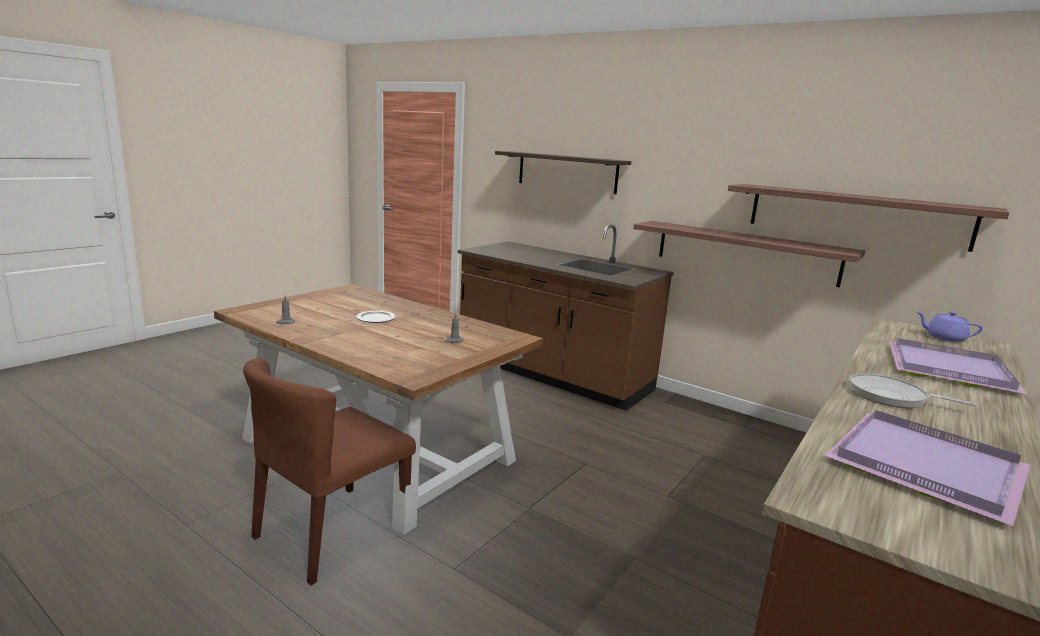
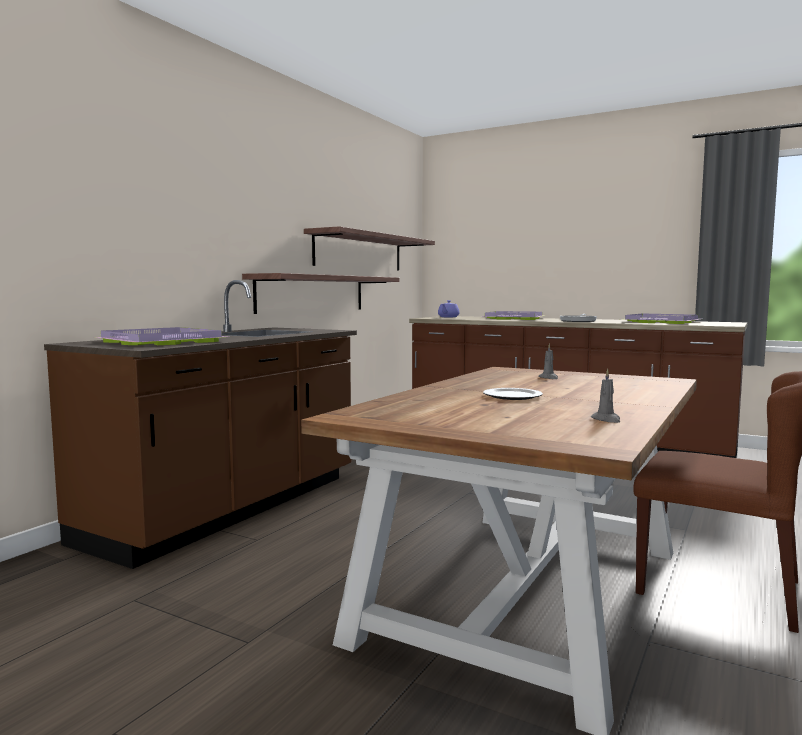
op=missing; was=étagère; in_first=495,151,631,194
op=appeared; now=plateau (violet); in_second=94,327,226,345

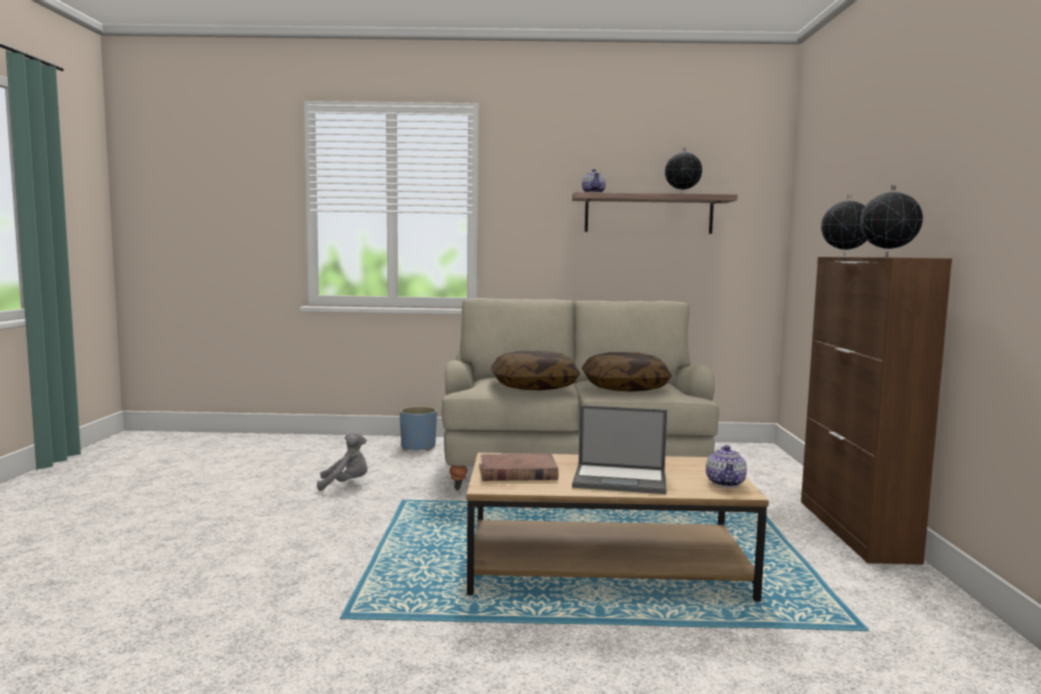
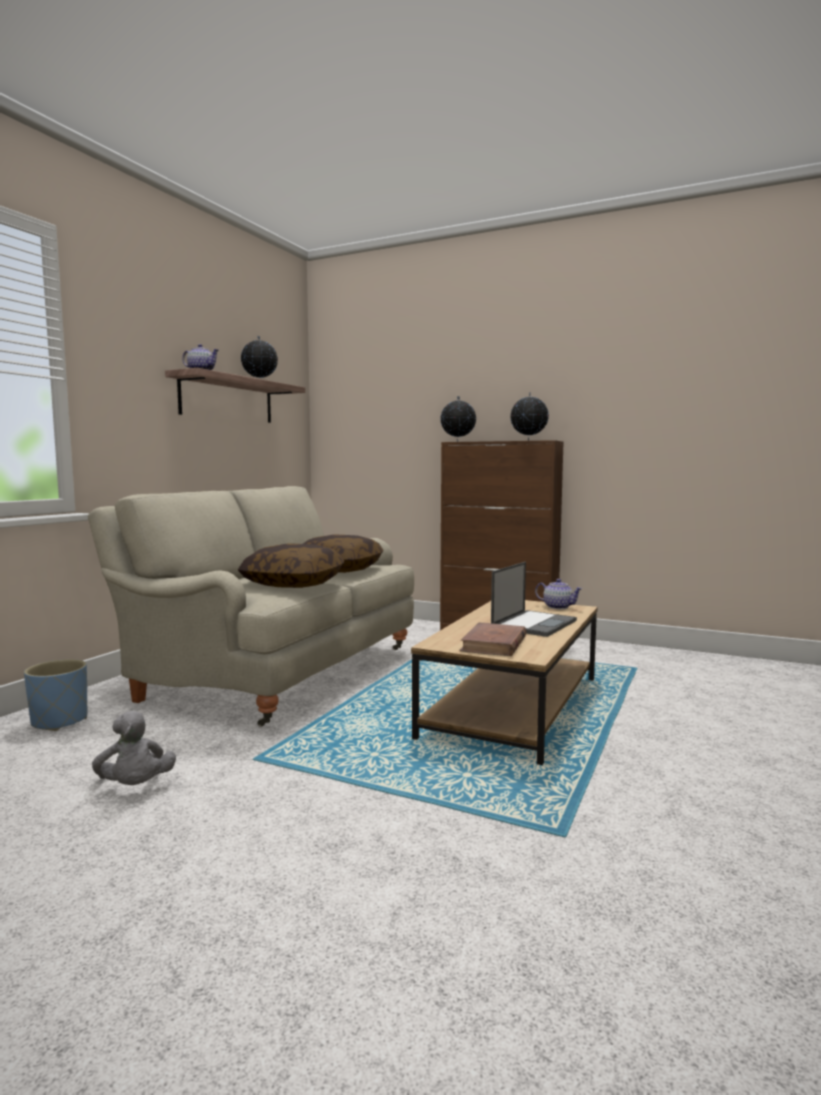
op=spun; was=peluche (gris); in_first=317,431,368,491; in_second=92,711,176,785; clockwise=135

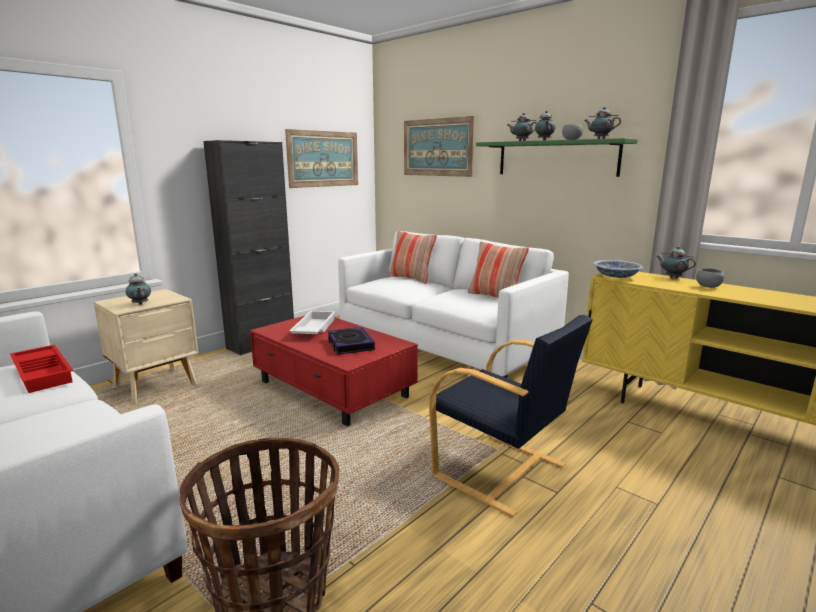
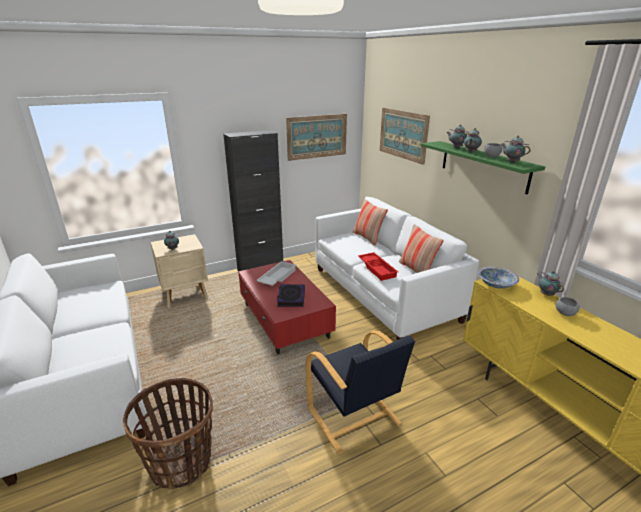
op=relocated; was=plateau (rouge); in_first=10,345,73,393; in_second=358,252,398,281

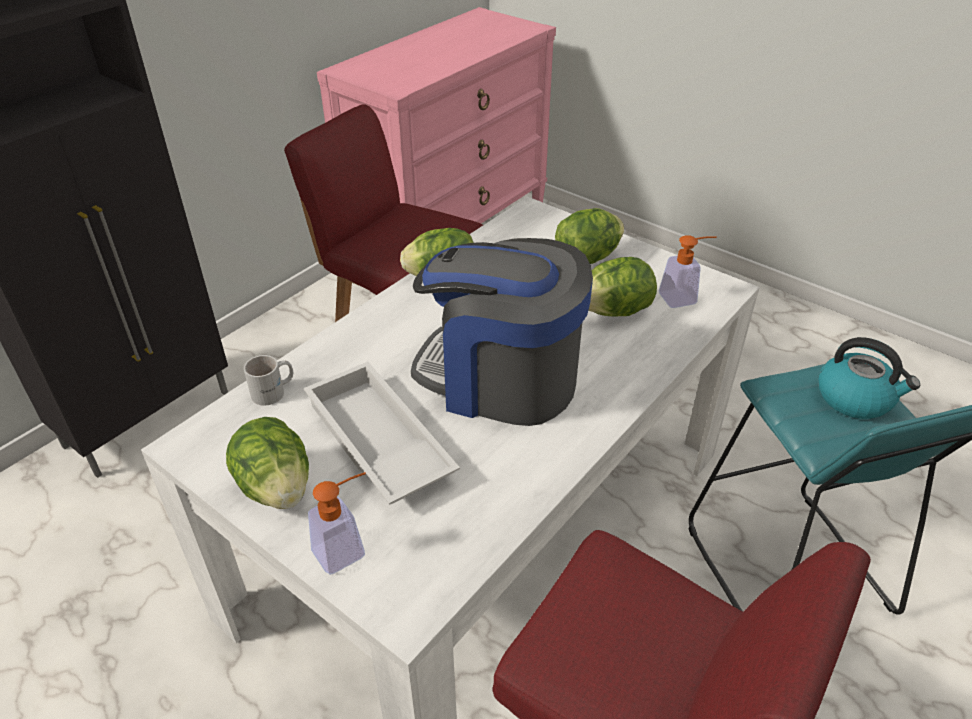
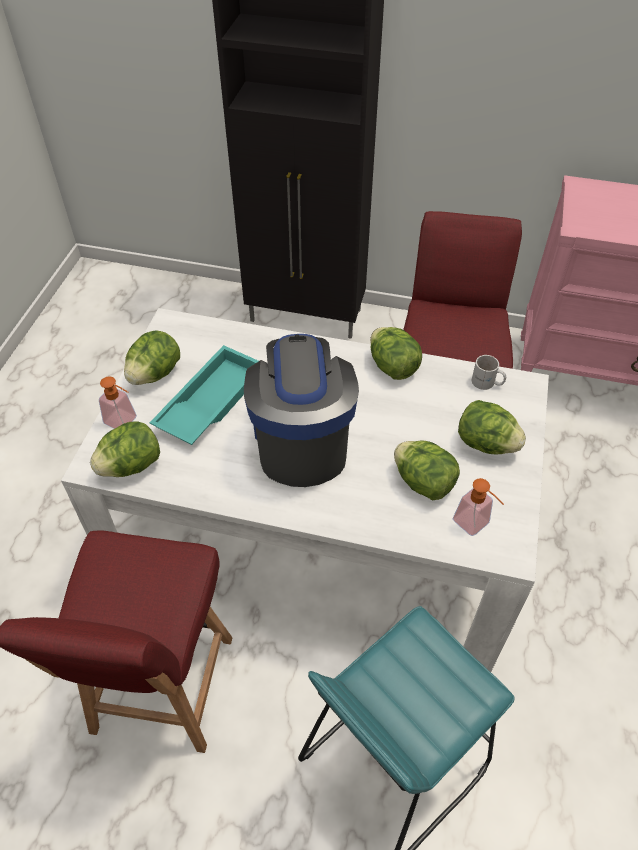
op=missing; was=bouilloire; in_first=818,337,920,419
op=appeared; now=laitue; in_second=90,421,160,477
op=relocated; was=mug (blanc); in_first=244,355,293,406; in_second=472,355,506,390
op=colour; was=plateau (blanc); now=plateau (turquoise); in_first=304,362,460,505; in_second=150,345,258,445

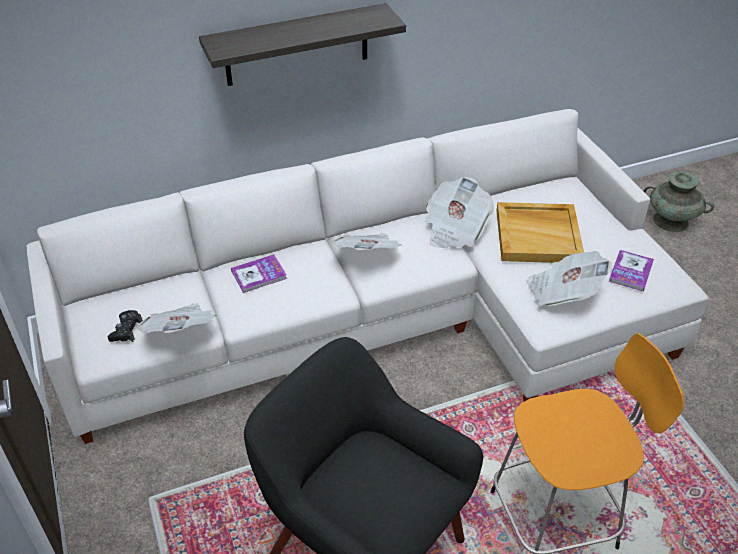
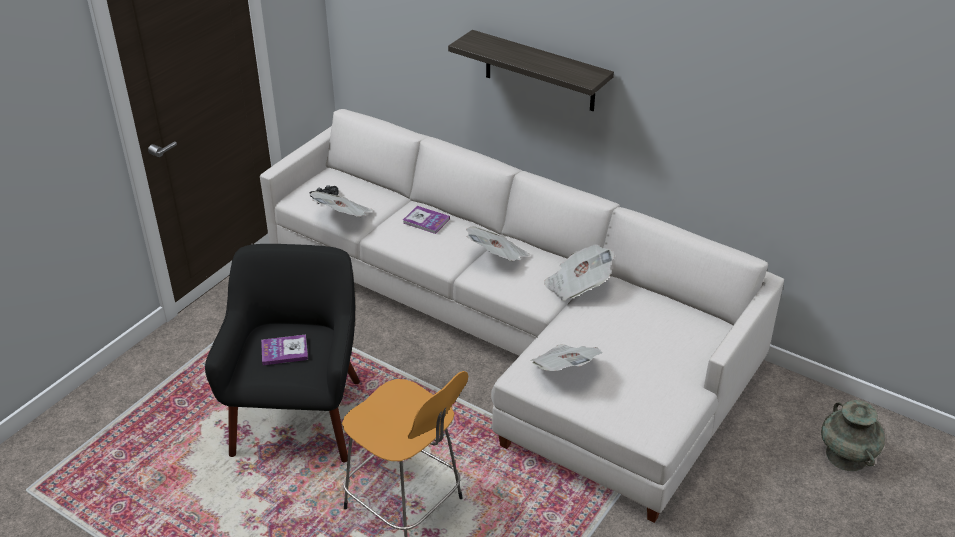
op=missing; was=plateau (beige); in_first=496,202,584,263
op=relocated; was=livre; in_first=609,250,654,292; in_second=261,334,308,365

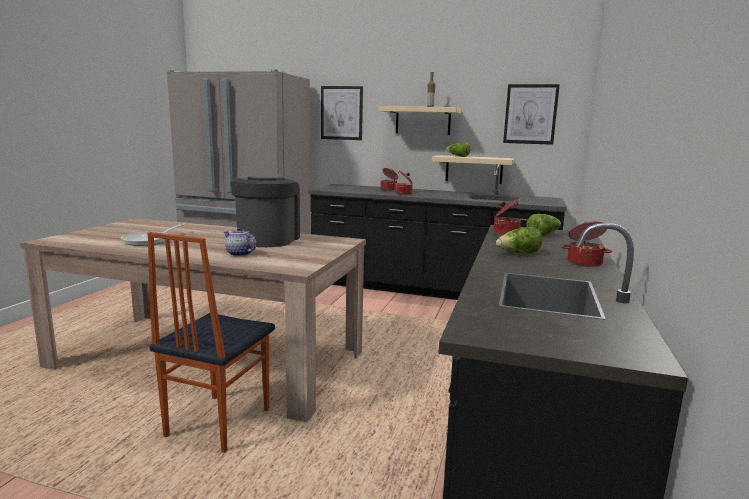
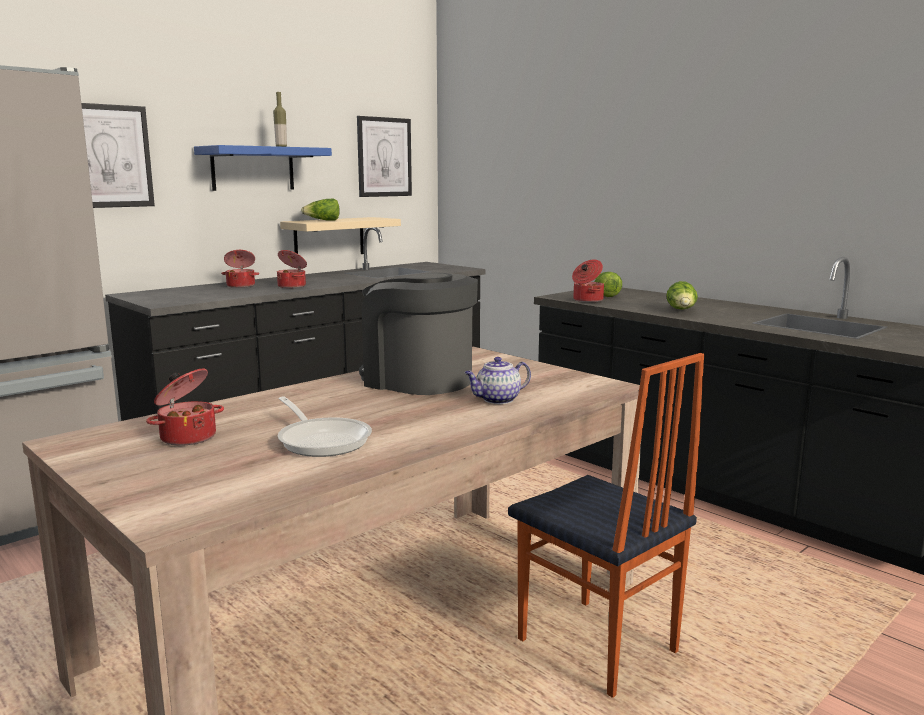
op=relocated; was=marmite; in_first=561,222,612,267; in_second=146,369,224,446
op=colour; was=étagère (beige); now=étagère (bleu); in_first=379,106,461,135; in_second=194,145,332,191

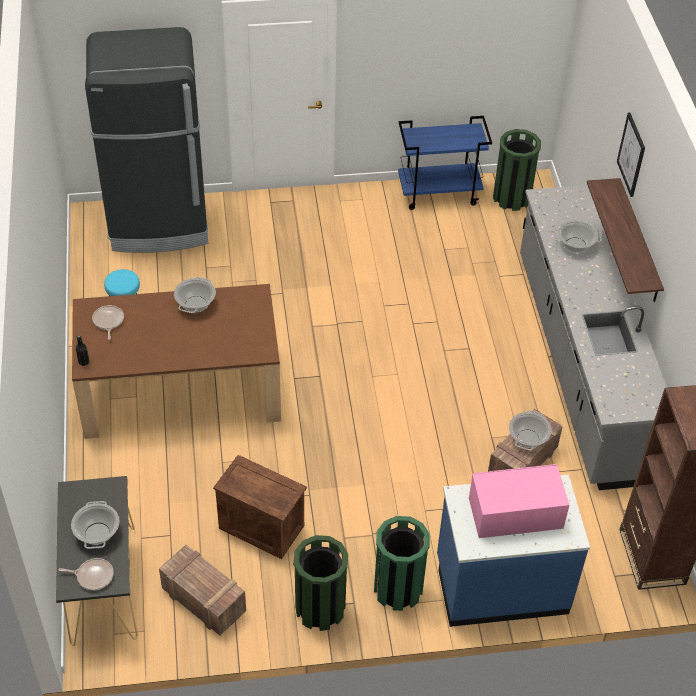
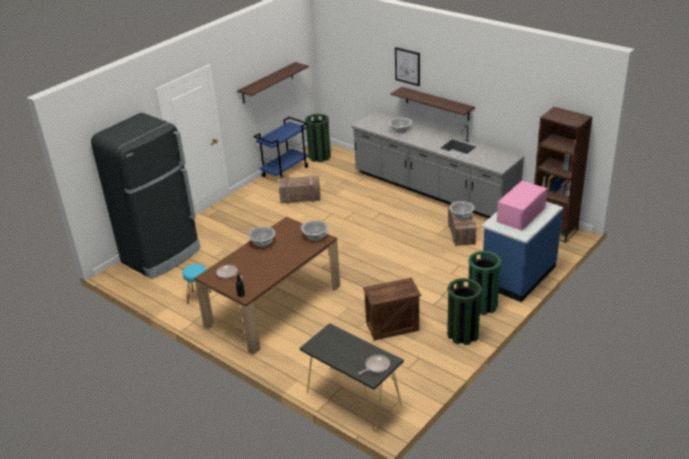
op=appeared; now=étagère; in_second=237,62,309,103
op=relocated; was=marmite; in_first=71,501,120,549; in_second=300,220,329,241
op=relocated; was=caisse; in_first=159,545,246,636; in_second=279,175,321,204

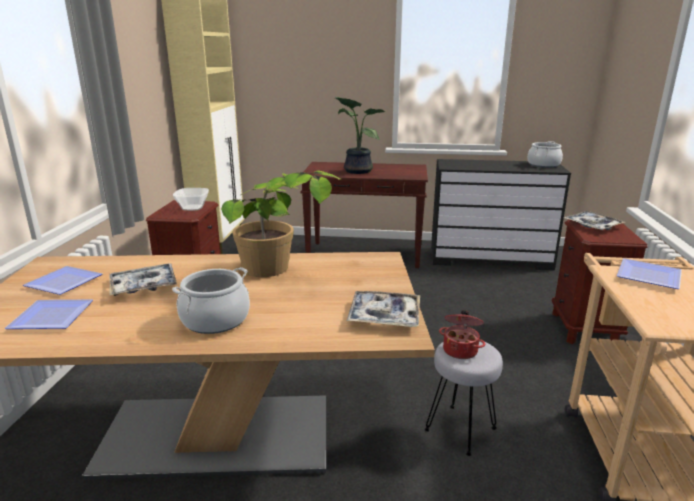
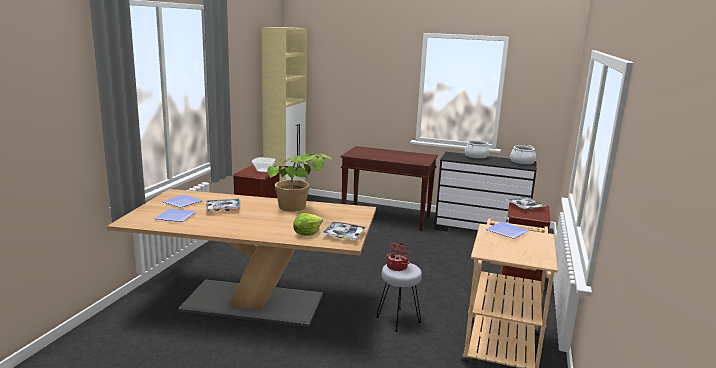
op=missing; was=plante en pot; in_first=335,97,385,174
op=appeared; now=laitue; in_second=293,213,323,236
op=relocated; was=marmite; in_first=172,267,250,334; in_second=465,140,489,159

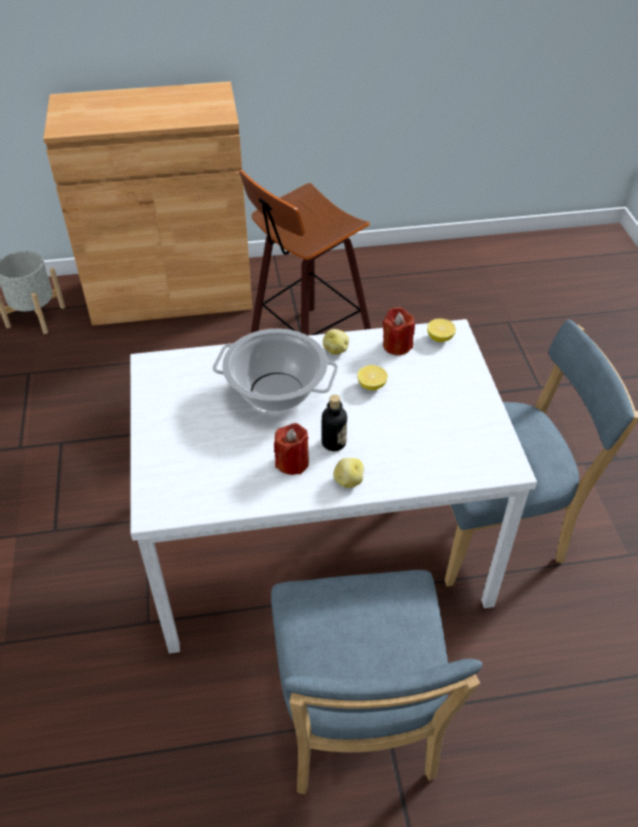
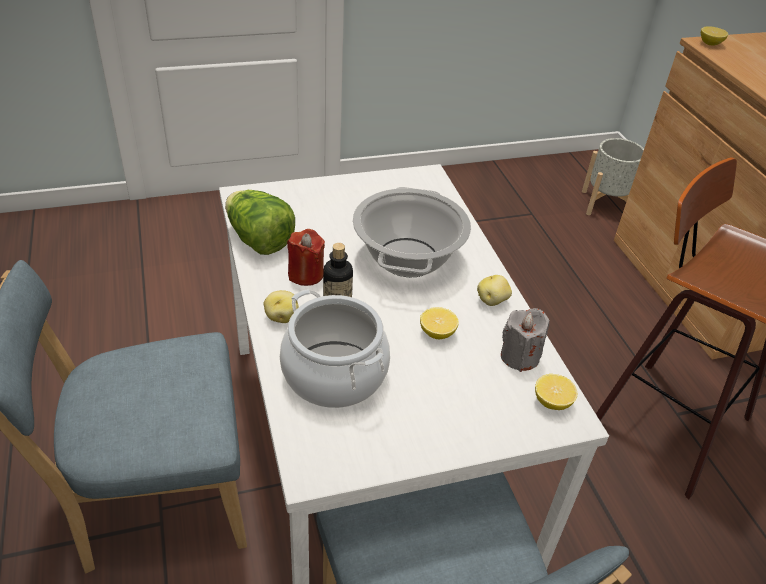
op=appeared; now=laitue; in_second=225,190,295,255
op=appeared; now=marmite; in_second=280,289,390,408
op=appeared; now=citron; in_second=701,26,728,46
op=colour; was=bougie (rouge); now=bougie (gris); in_first=383,307,415,355; in_second=501,308,549,372

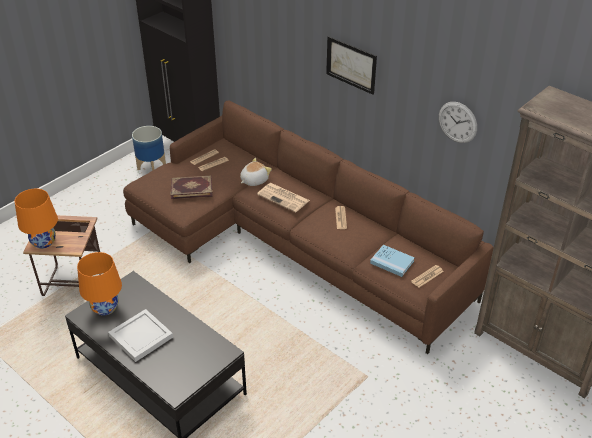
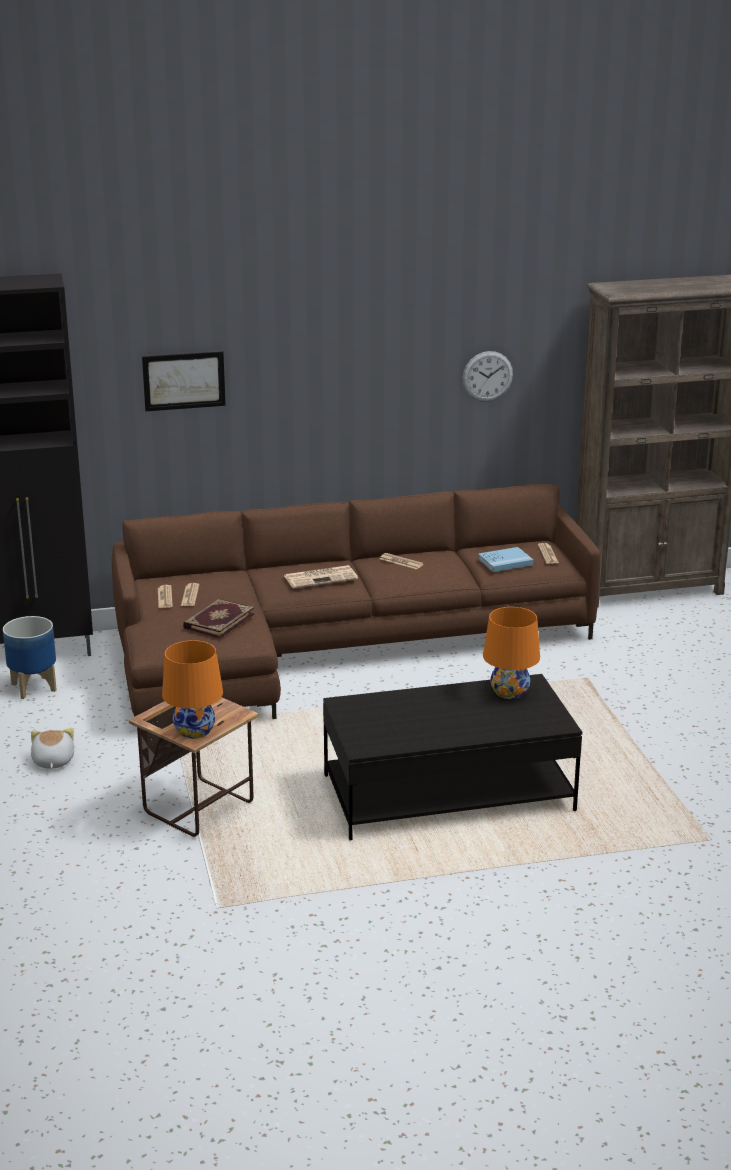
op=missing; was=plateau (blanc); in_first=108,309,173,362
op=relocated; was=lampe de table (orange); in_first=77,252,122,315; in_second=483,607,540,699
op=relocated; was=peluche; in_first=240,158,272,186; in_second=31,728,74,769
op=relocated; was=tableau; in_first=326,36,377,95; in_second=142,351,226,411

